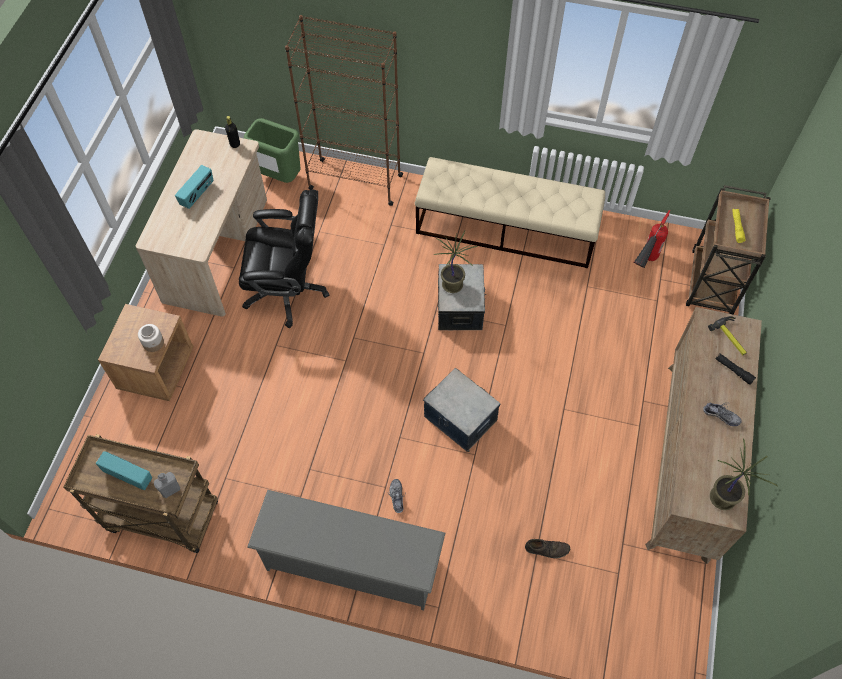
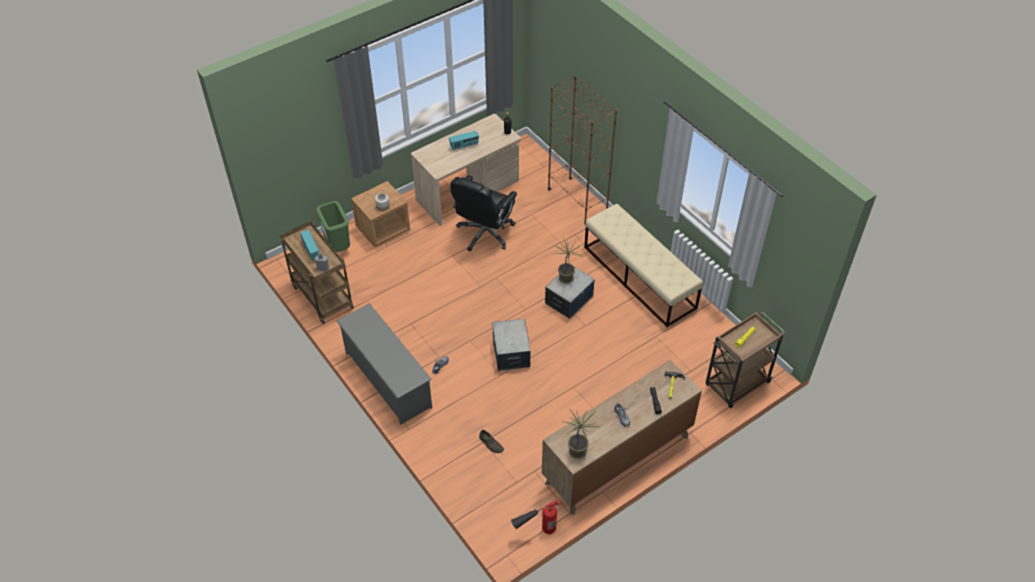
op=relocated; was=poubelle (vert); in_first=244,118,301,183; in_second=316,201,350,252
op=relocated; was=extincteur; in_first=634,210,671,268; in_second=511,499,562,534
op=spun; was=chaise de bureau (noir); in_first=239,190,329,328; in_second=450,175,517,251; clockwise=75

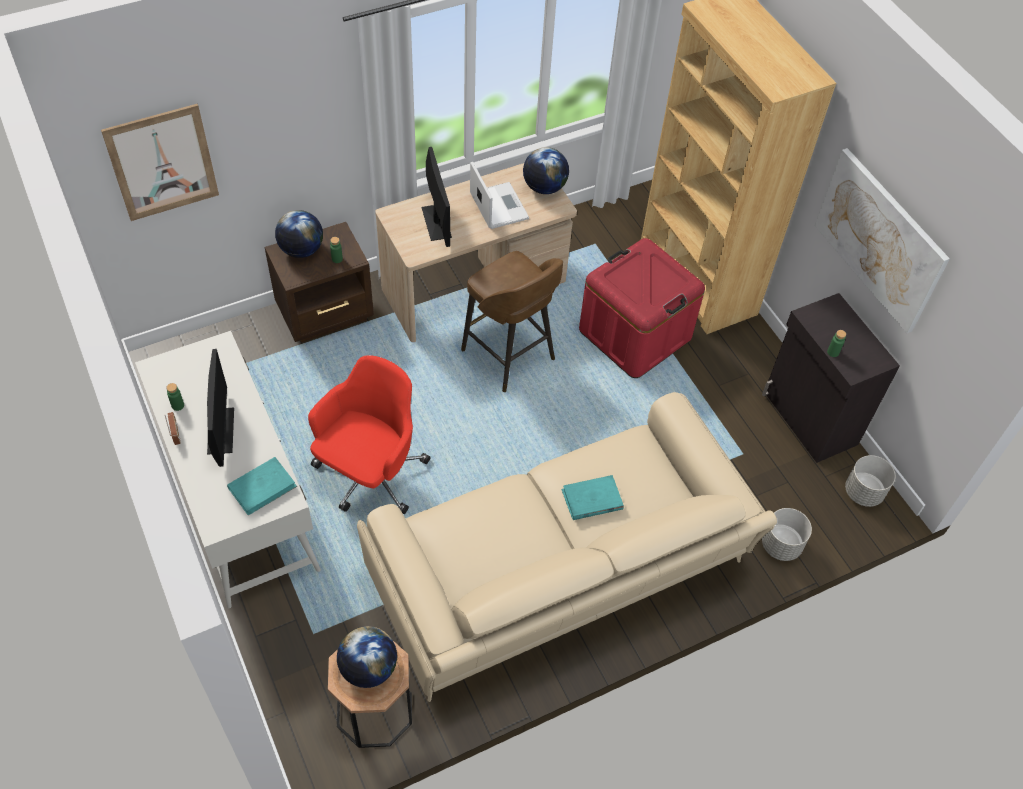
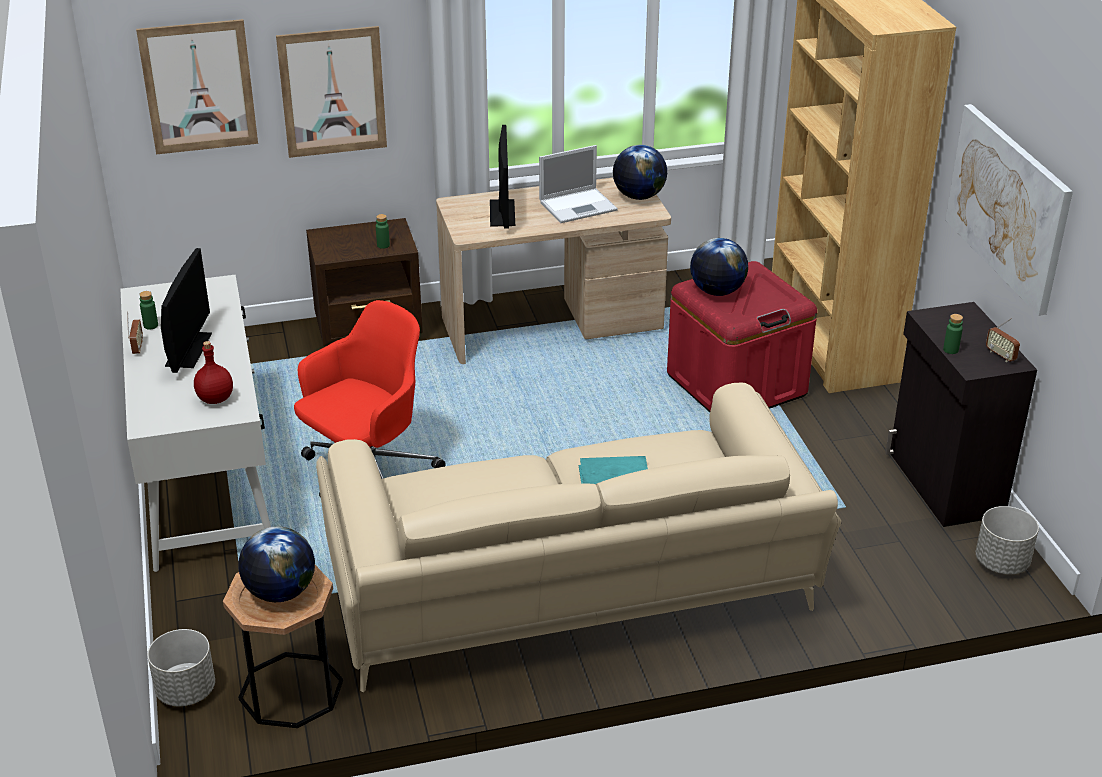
op=missing; was=tabouret (marron); in_first=461,251,563,392
op=appeared; now=tableau; in_second=276,26,387,158
op=appeared; now=radio; in_second=986,318,1020,362
op=relocated; was=globe; in_first=275,210,323,258; in_second=690,238,748,296
op=relocated; was=cache-pot (gris); in_first=762,508,812,561; in_second=147,629,215,706
op=exchanged; was=livre (turquoise); now=bouteille (rouge); in_first=227,457,297,515; in_second=194,341,233,404
op=spun; was=ordinateur portable; in_first=470,162,529,229; in_second=539,145,618,223; clockwise=75

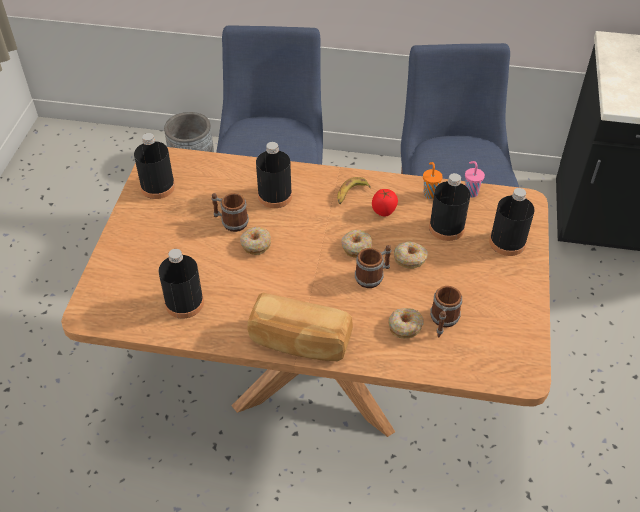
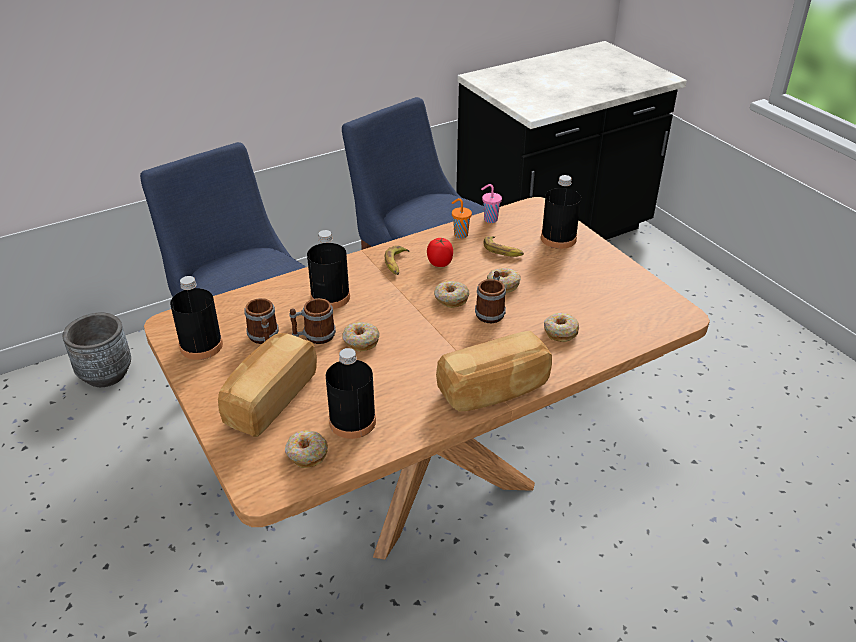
op=appeared; now=pain; in_second=218,333,317,437
op=appeared; now=beignet; in_second=285,430,328,468
op=relocated; was=mug; in_first=430,286,462,338; in_second=245,298,279,344
op=exchanged; was=bouteille (noir); now=banane; in_first=429,173,471,241; in_second=483,236,524,257

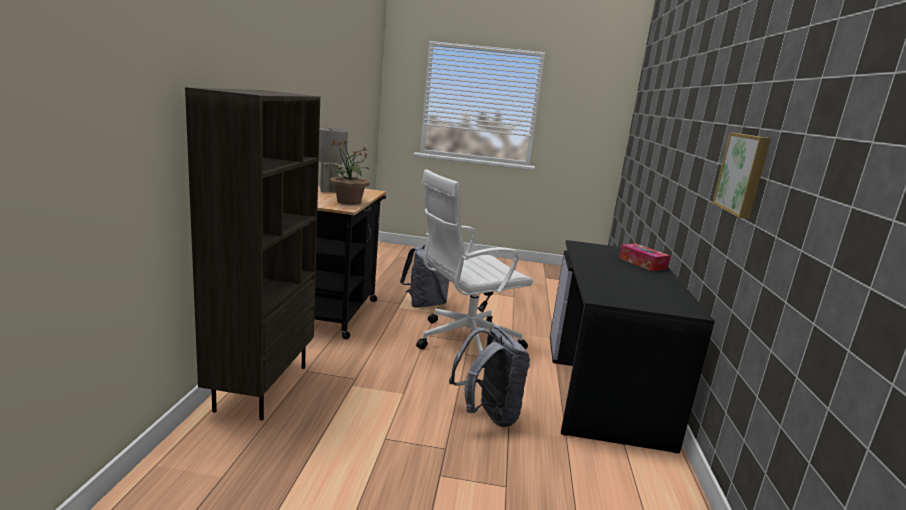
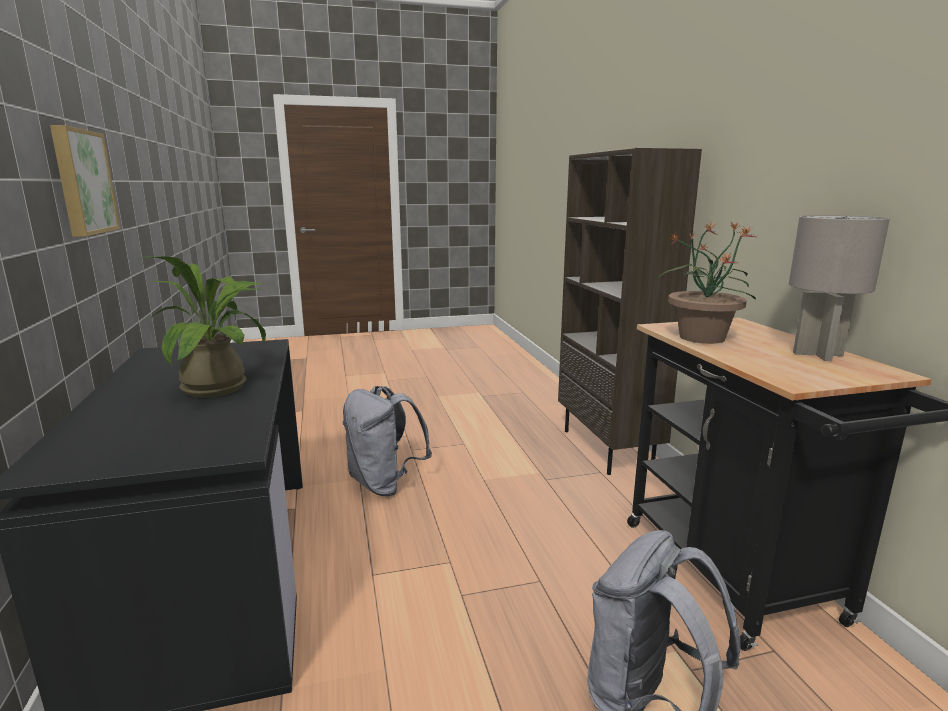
op=missing; was=chaise de bureau (blanc); in_first=416,169,533,368
op=missing; was=boîte à mouchoirs; in_first=619,243,670,272
op=appeared; now=plante en pot; in_second=143,256,266,398

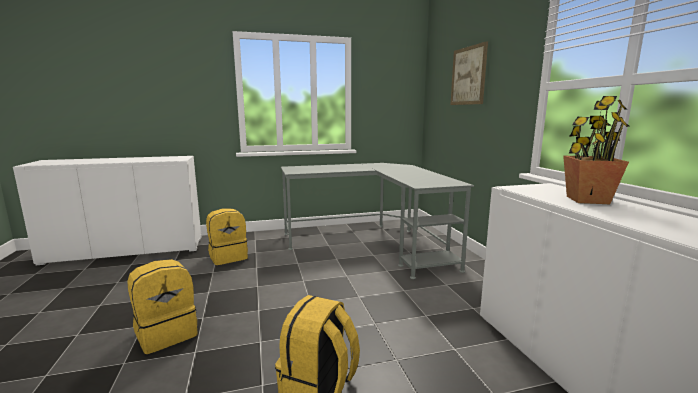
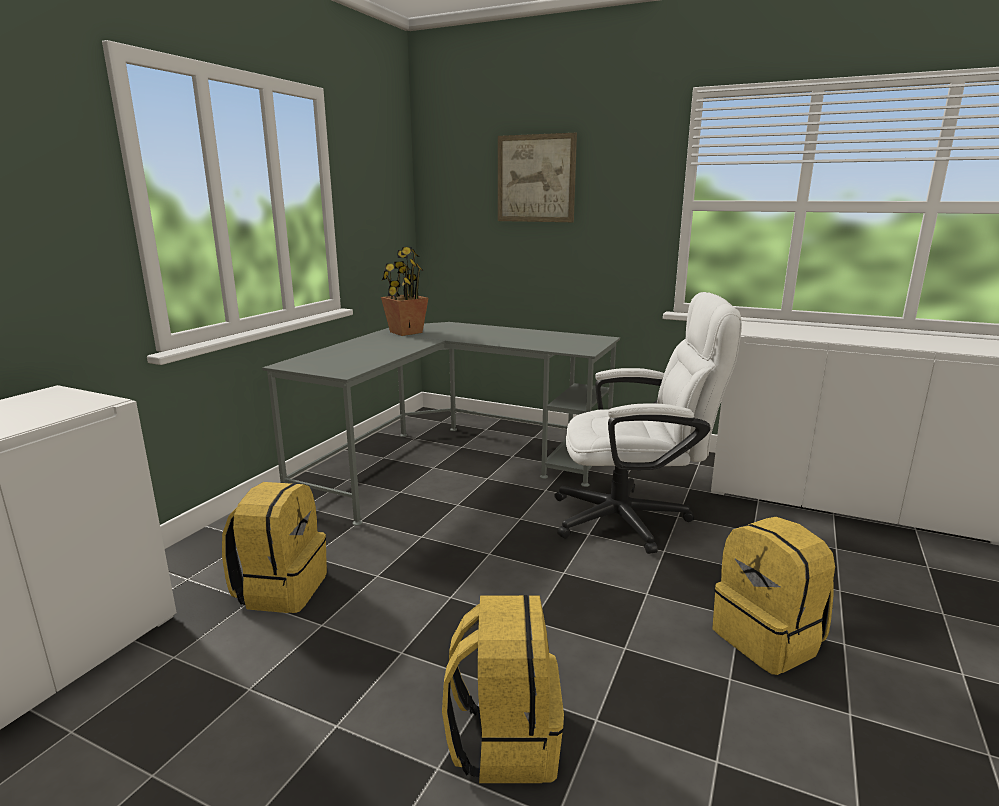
op=appeared; now=chaise de bureau (blanc); in_second=554,292,742,554
op=relocated; was=plante en pot; in_first=563,96,630,204; in_second=381,247,428,336

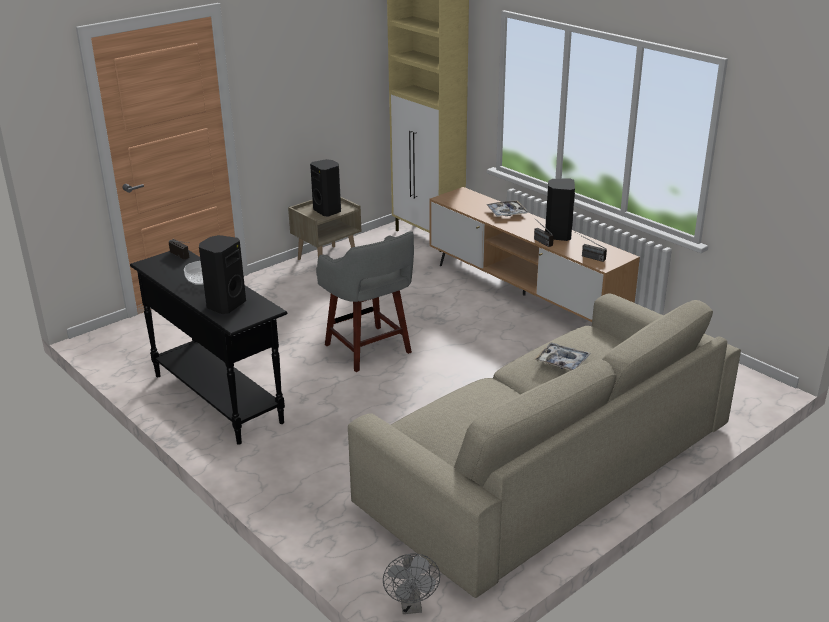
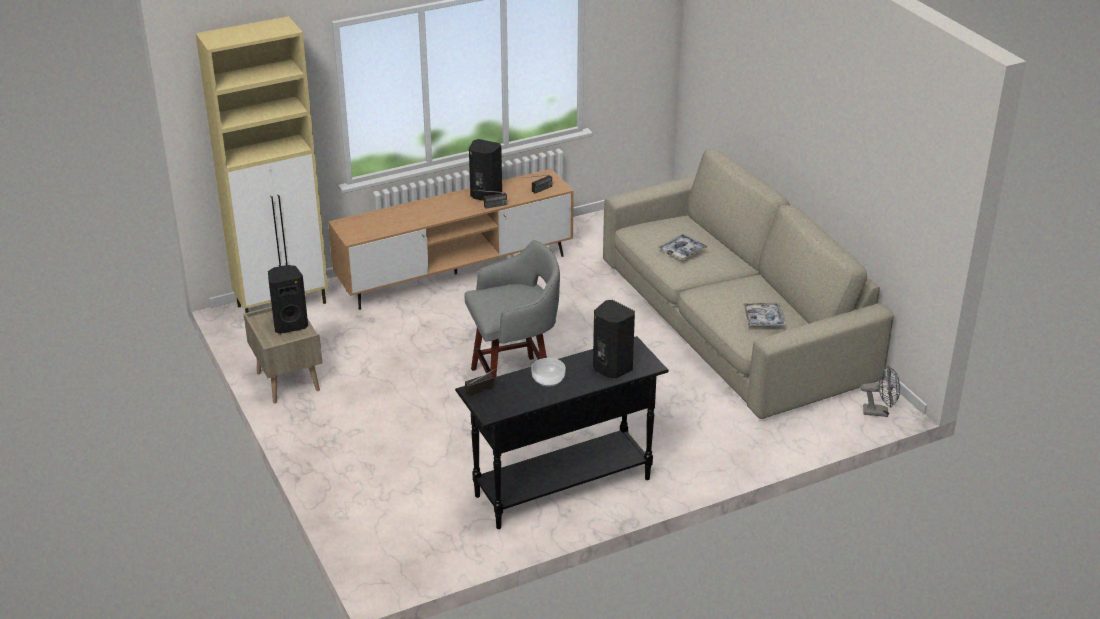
op=relocated; was=plateau; in_first=486,200,529,217; in_second=743,303,786,325

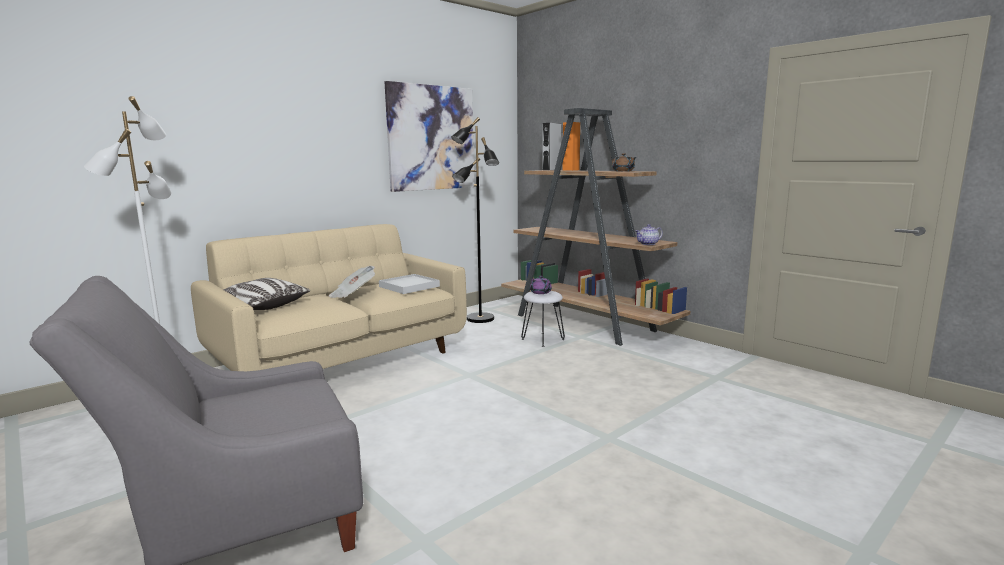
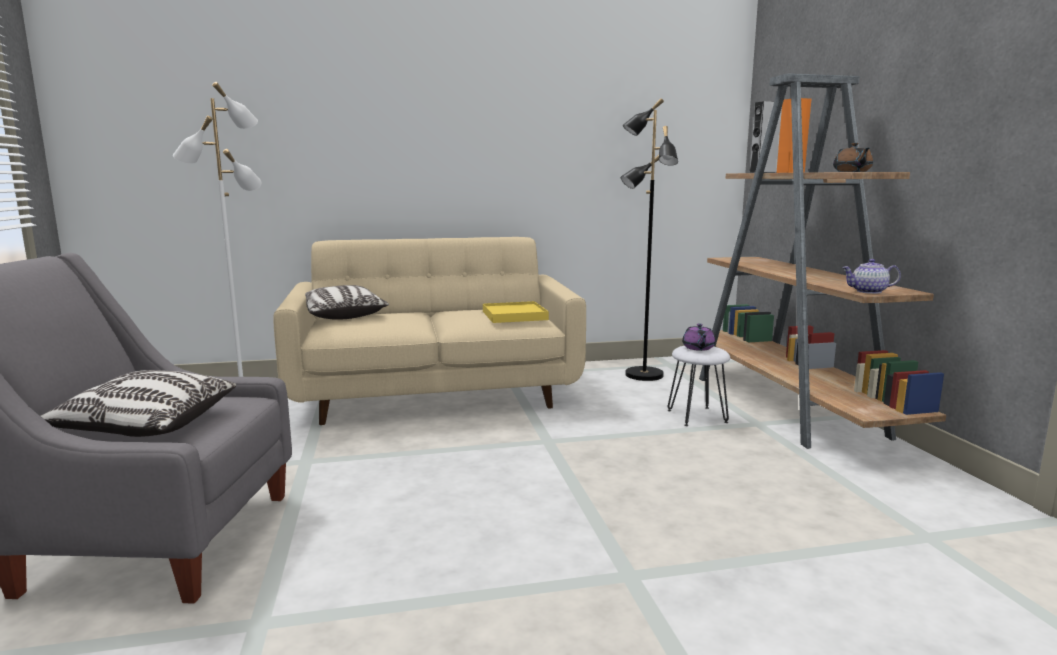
op=missing; was=journal; in_first=329,266,375,298
op=missing; was=tableau; in_first=384,81,474,192
op=appeared; now=coussin; in_second=41,370,236,437
op=colour; was=plateau (blanc); now=plateau (jaune); in_first=379,274,440,294; in_second=483,301,549,323

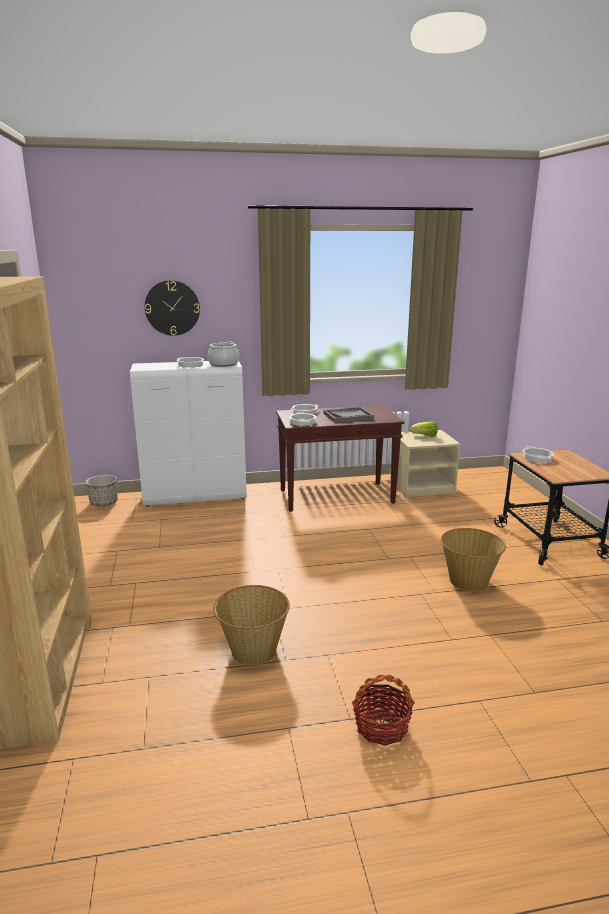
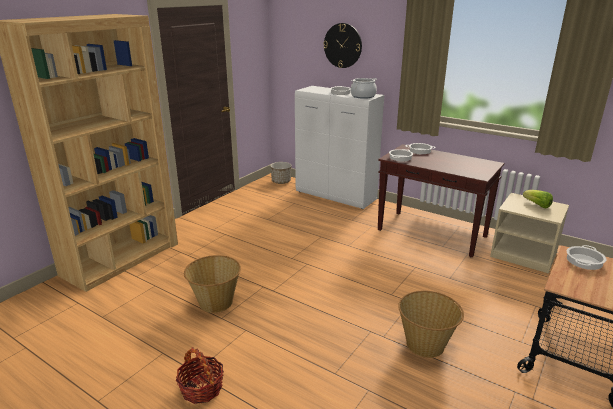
op=missing; was=plateau (gris); in_first=323,407,374,423

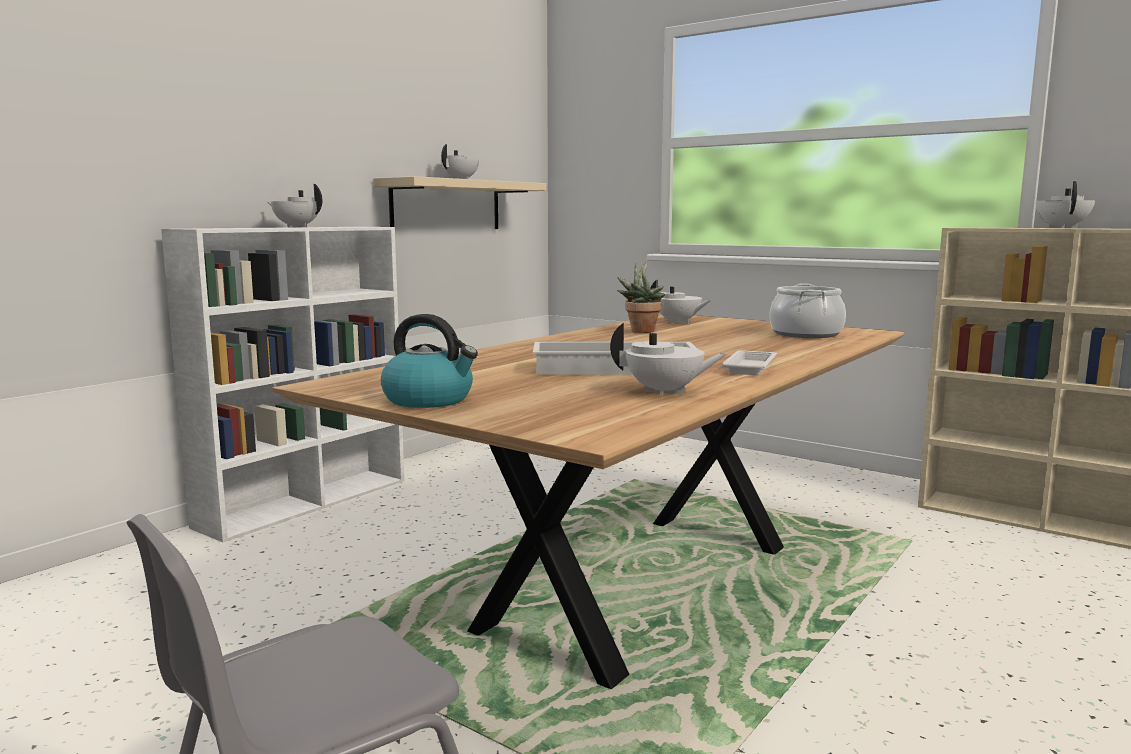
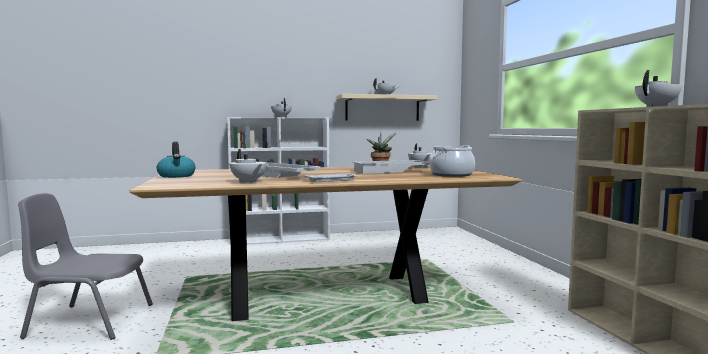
op=appeared; now=plateau (blanc); in_second=353,160,429,174

